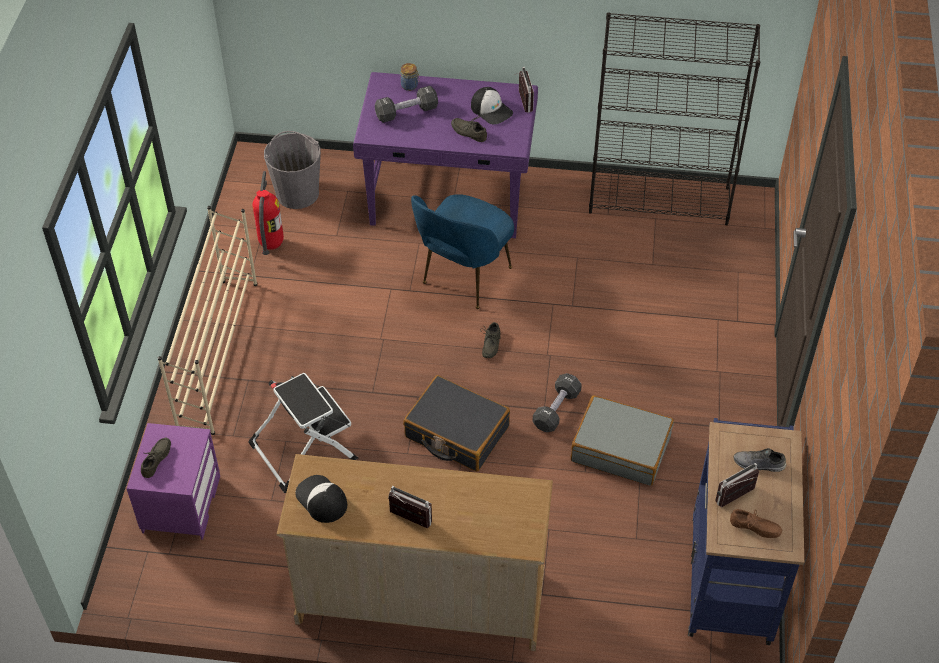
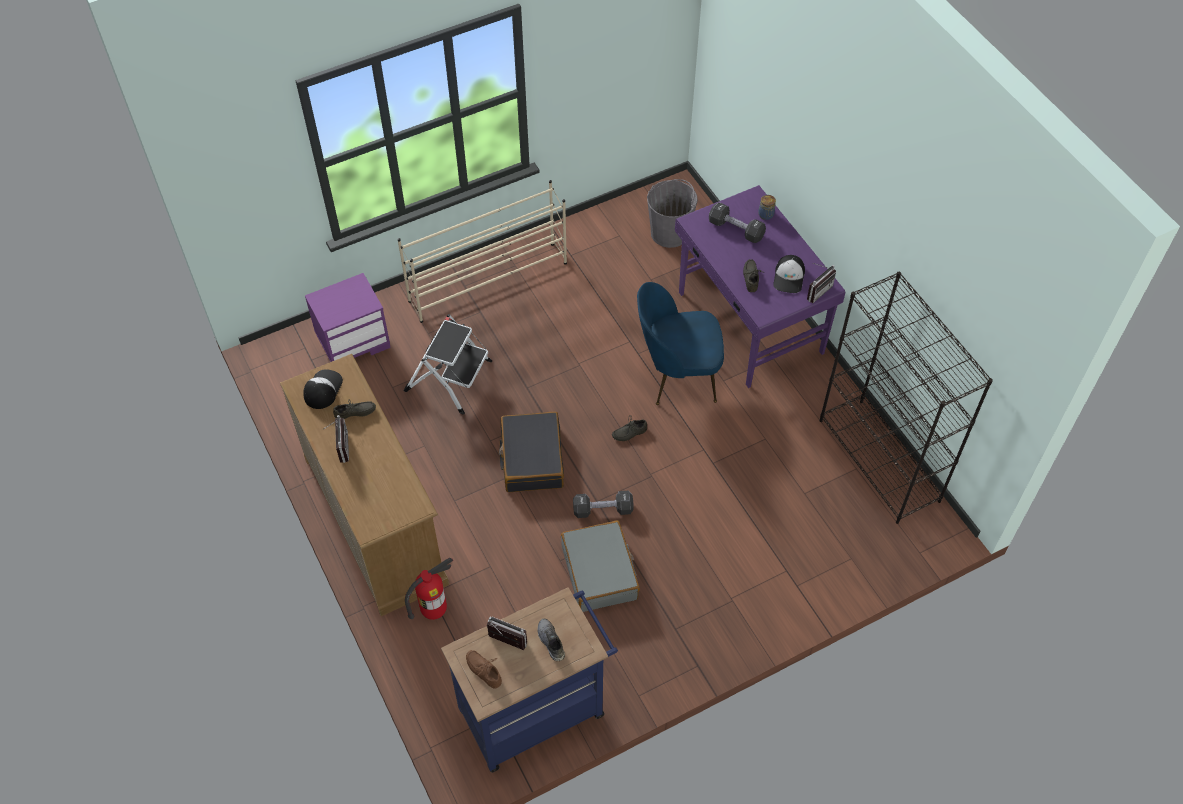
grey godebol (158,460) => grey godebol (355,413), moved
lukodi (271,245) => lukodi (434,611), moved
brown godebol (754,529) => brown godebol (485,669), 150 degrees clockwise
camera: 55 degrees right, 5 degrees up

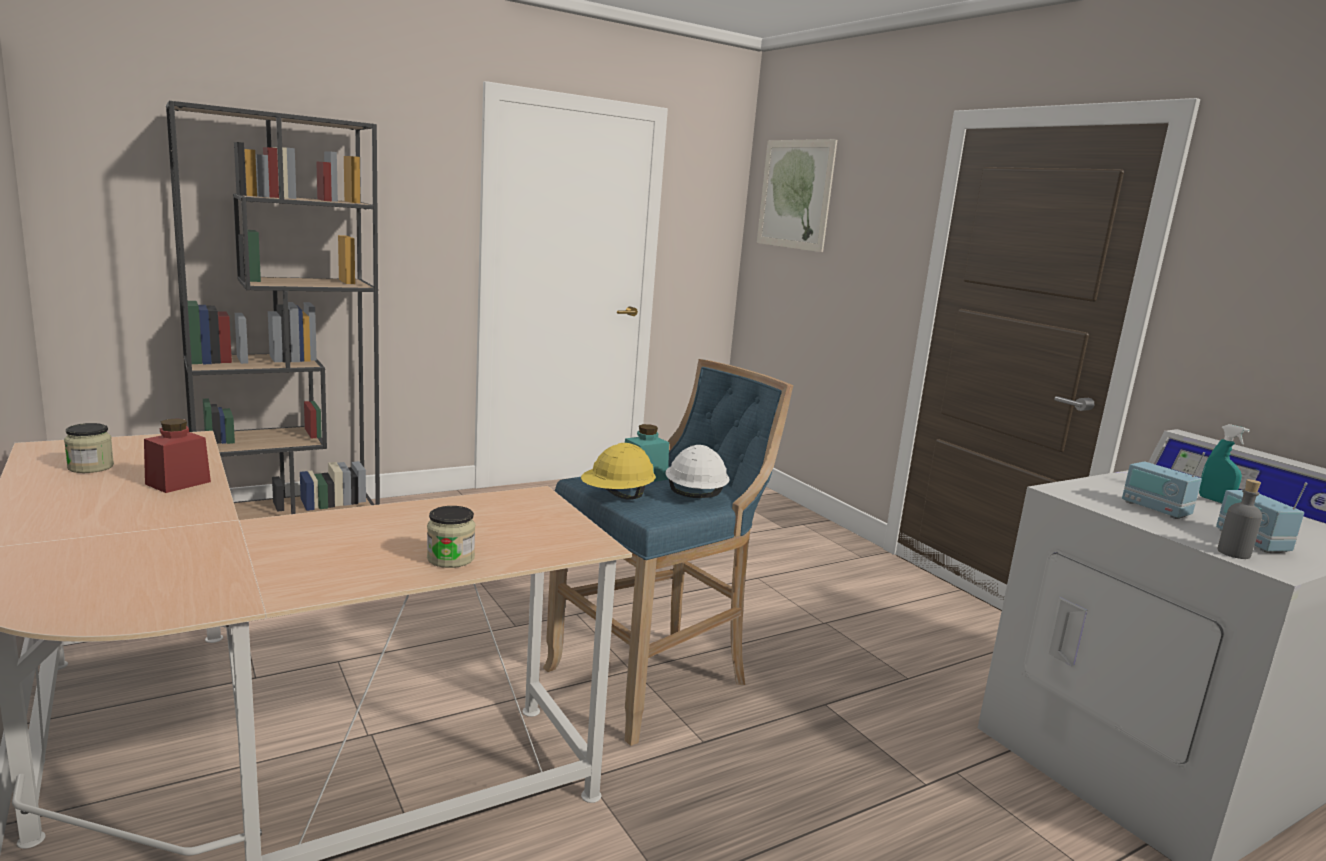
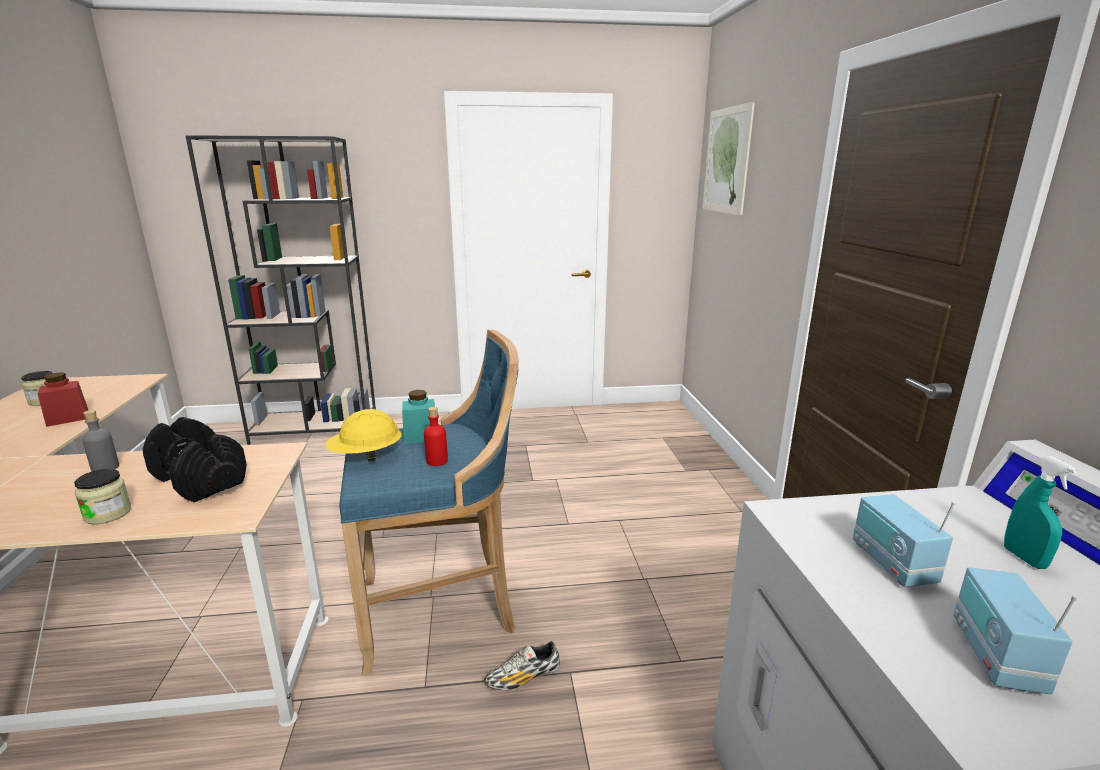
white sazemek (694,495) => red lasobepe (437,461)
grey lasobepe (1233,553) => grey lasobepe (105,468), moved
nothing => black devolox (201,479)
nothing => godebol (523,678)
camera: 25 degrees right, 5 degrees up

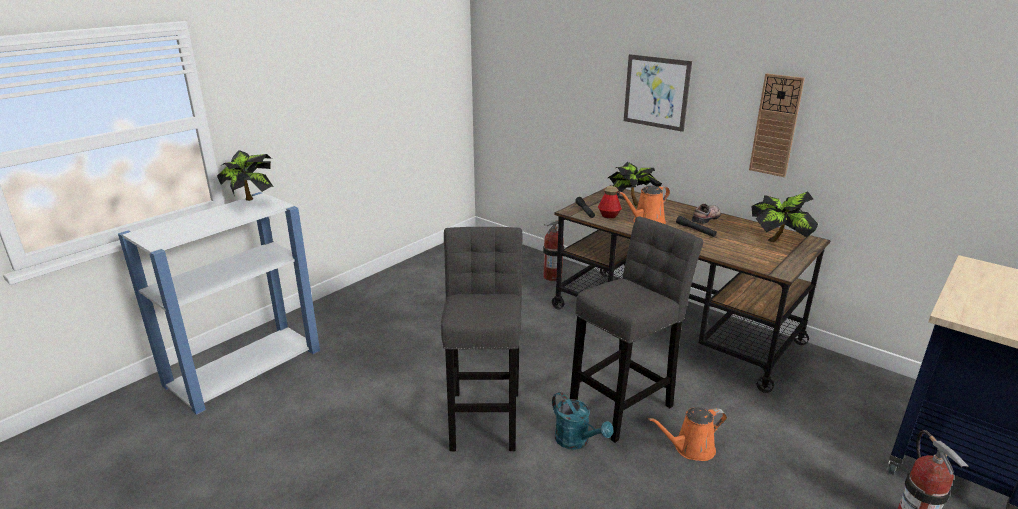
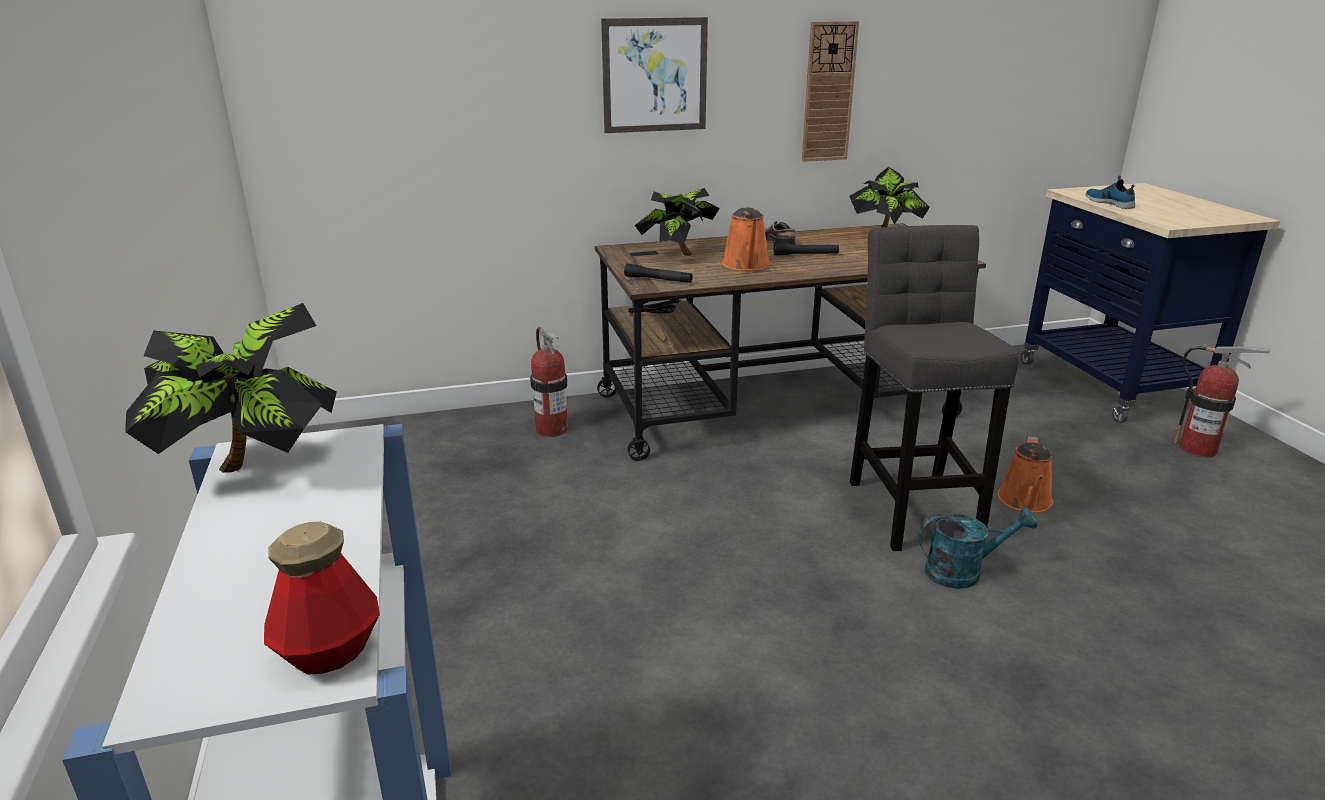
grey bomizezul (485,416) => nothing
lasobepe (609,216) => lasobepe (329,652), moved
nothing => godebol (1109,203)
camera: 55 degrees left, 0 degrees up

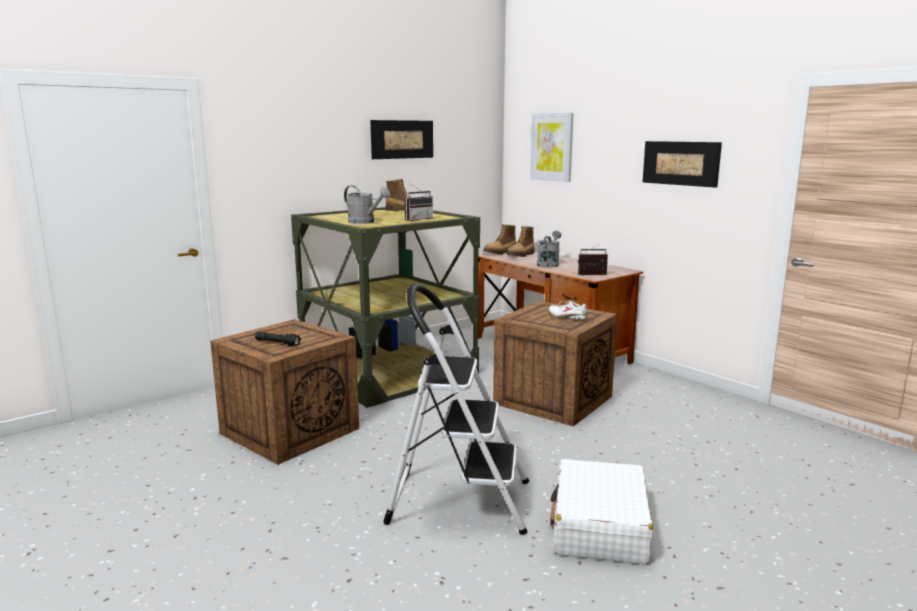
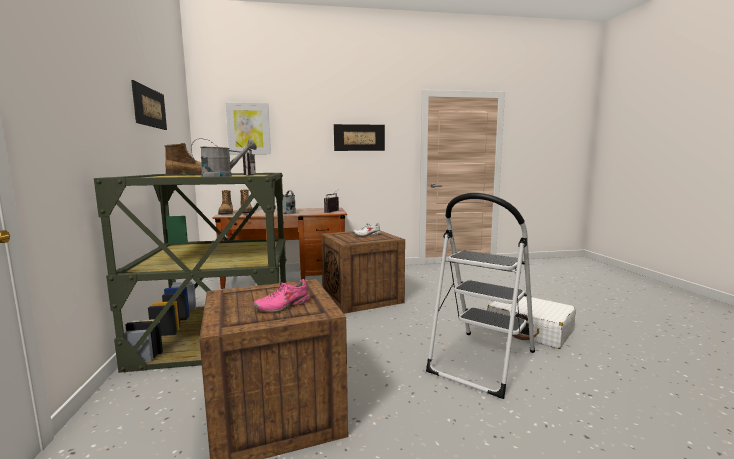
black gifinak (277,343) => pink godebol (283,306)
camera: 60 degrees left, 5 degrees down

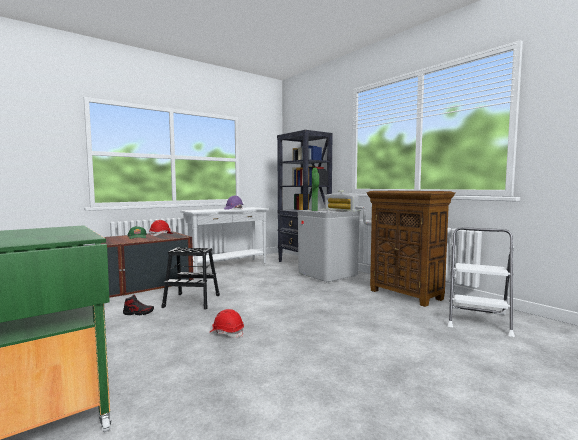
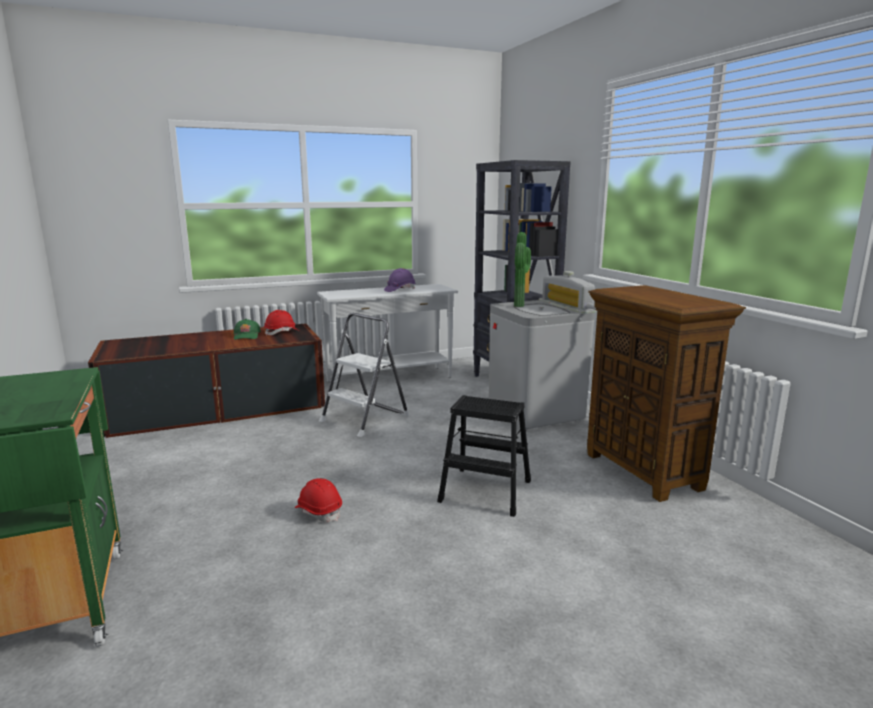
godebol (138,313) => nothing
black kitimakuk (192,301) => black kitimakuk (486,490), moved
white kitimakuk (478,319) => white kitimakuk (367,417), moved
camera: 15 degrees right, 10 degrees up

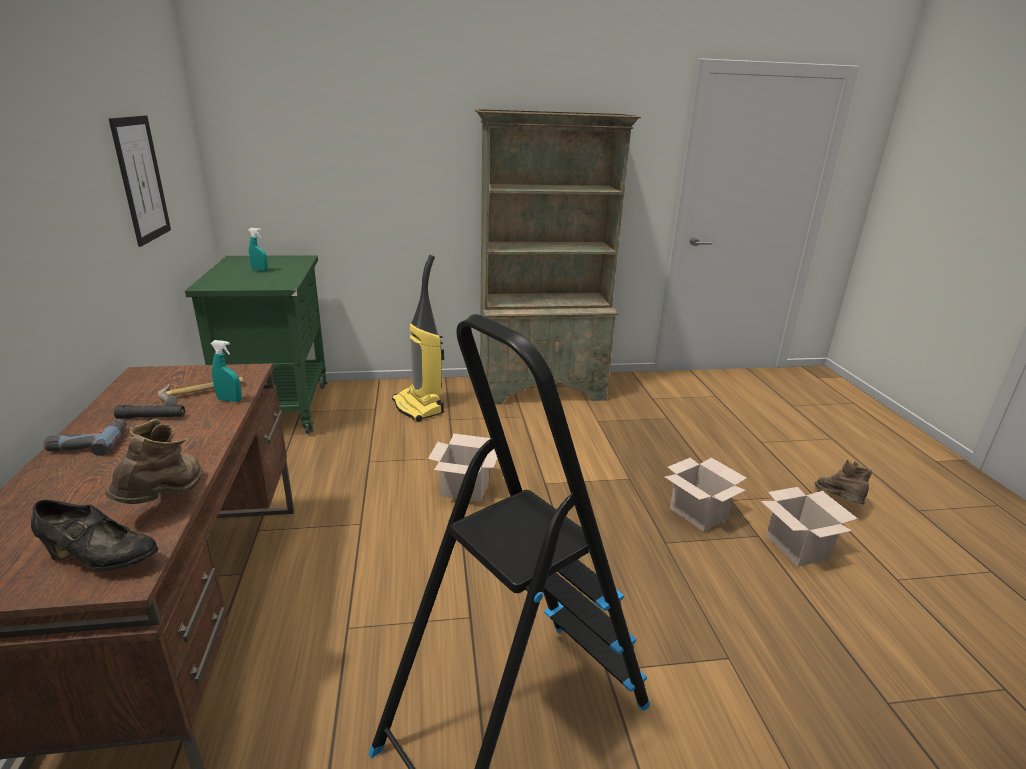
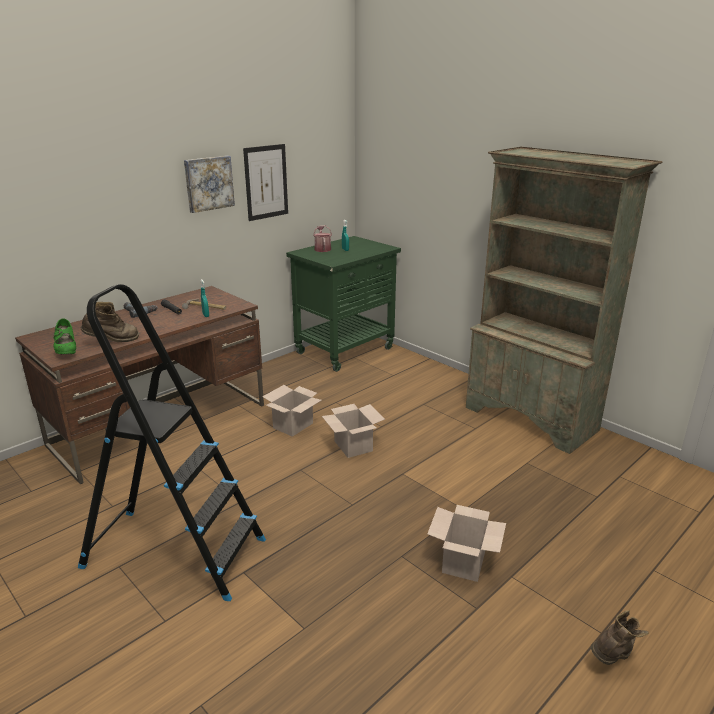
black godebol (101,560) => green godebol (67,350)
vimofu (419,407) => nothing
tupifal (798,548) => tupifal (293,426), moved
nothing => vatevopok (208,183)
nothing => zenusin (322,249)
camera: 55 degrees right, 0 degrees up

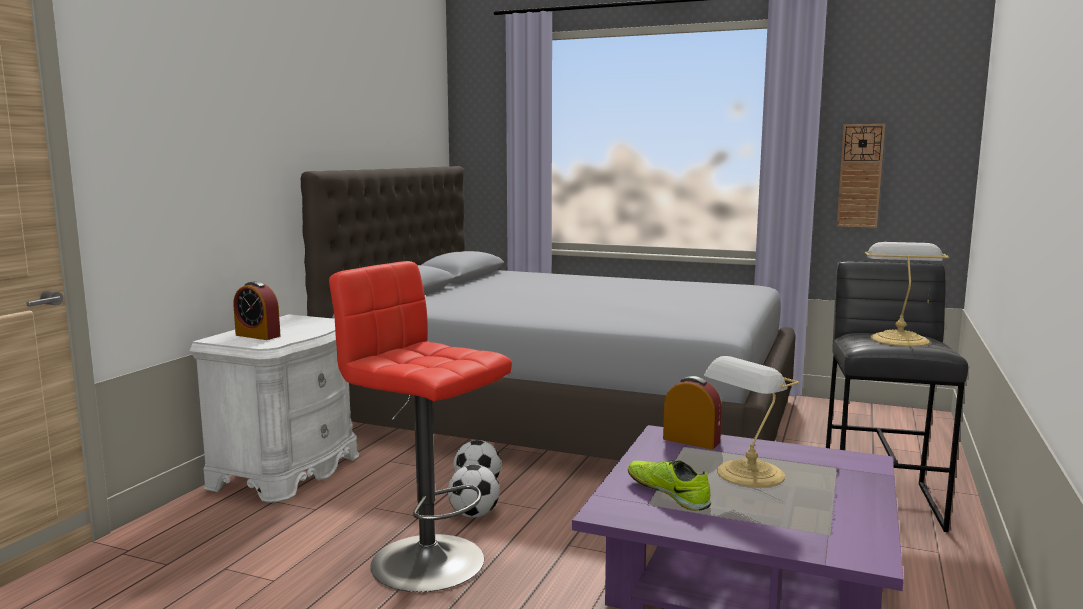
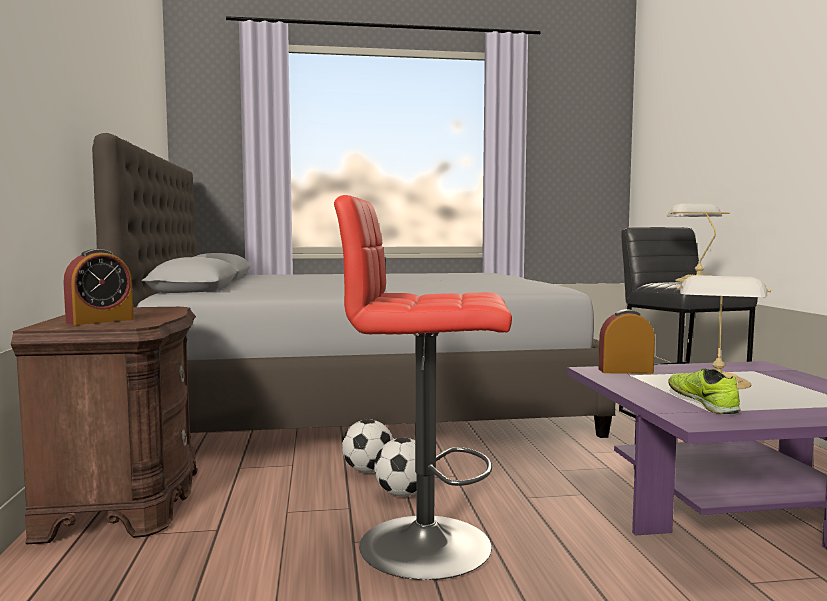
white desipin (292,471) => brown desipin (129,499)
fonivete (258,335) => fonivete (100,321), 45 degrees counterclockwise
godebol (668,493) => godebol (702,402), 60 degrees clockwise
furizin (860,176) => nothing
camera: 30 degrees left, 5 degrees down

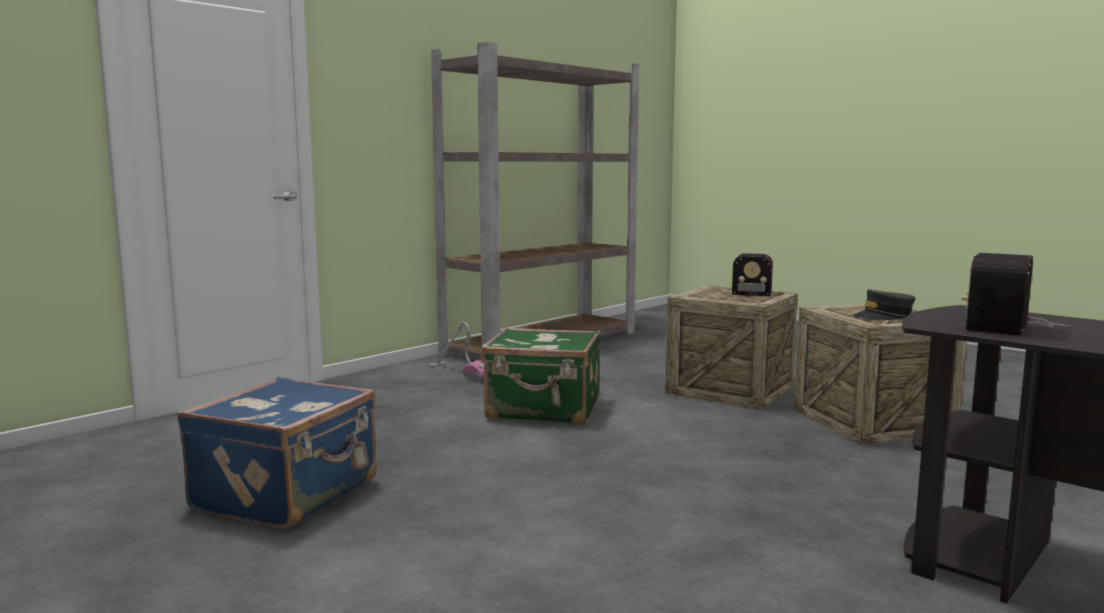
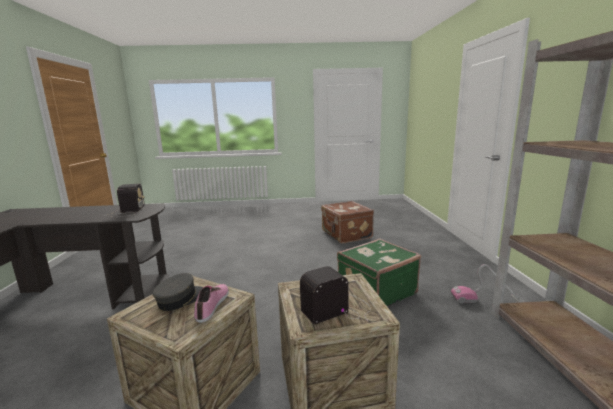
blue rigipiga (289,494) => brown rigipiga (346,235)
nothing => godebol (213,305)
camera: 135 degrees right, 5 degrees up

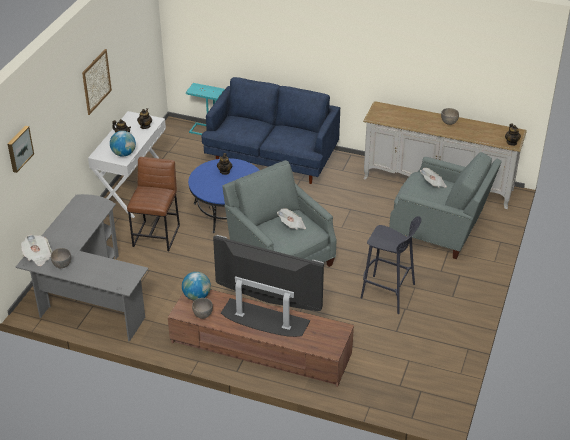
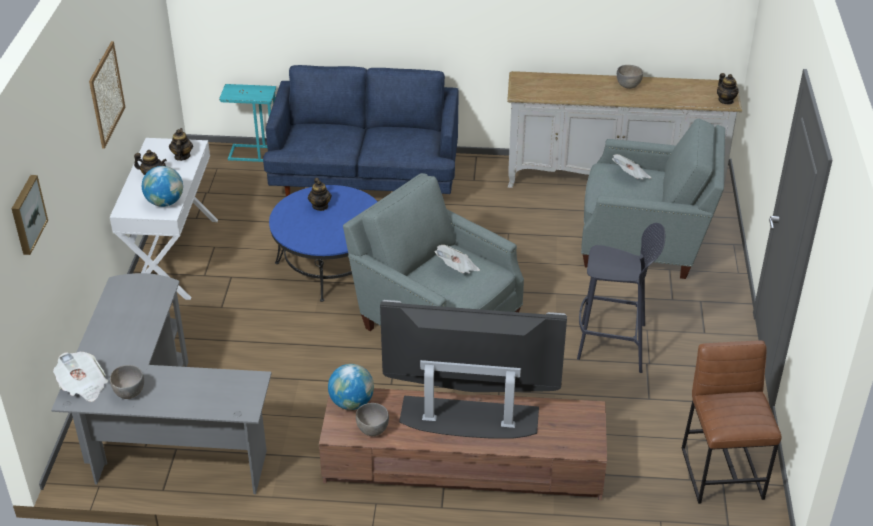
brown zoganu (156,235) => brown zoganu (721,472), moved
camera: 15 degrees left, 0 degrees up

